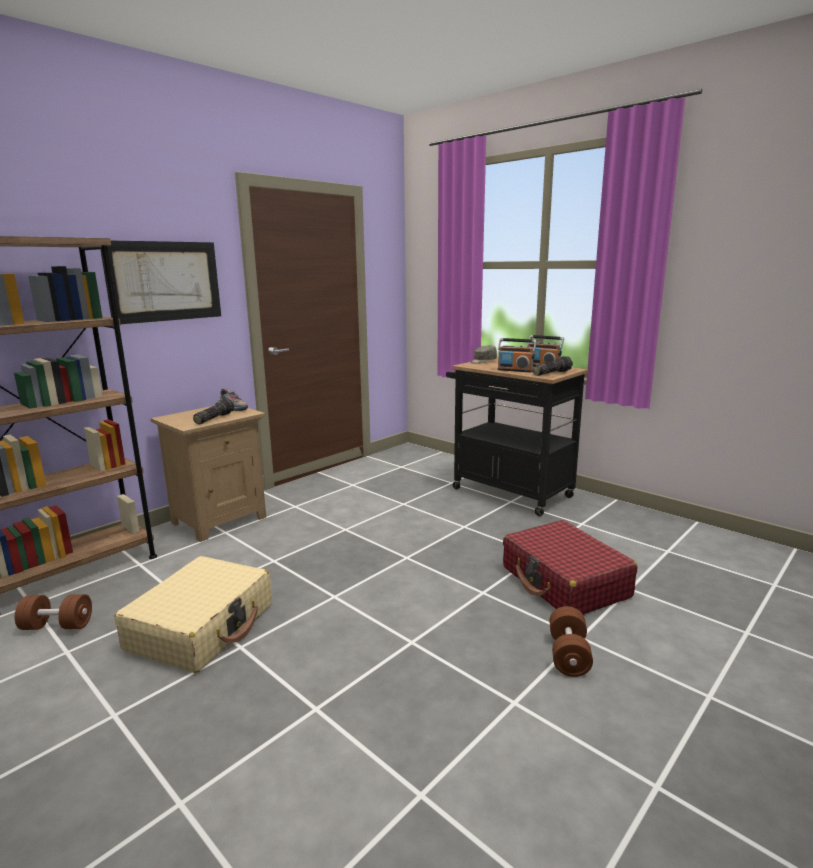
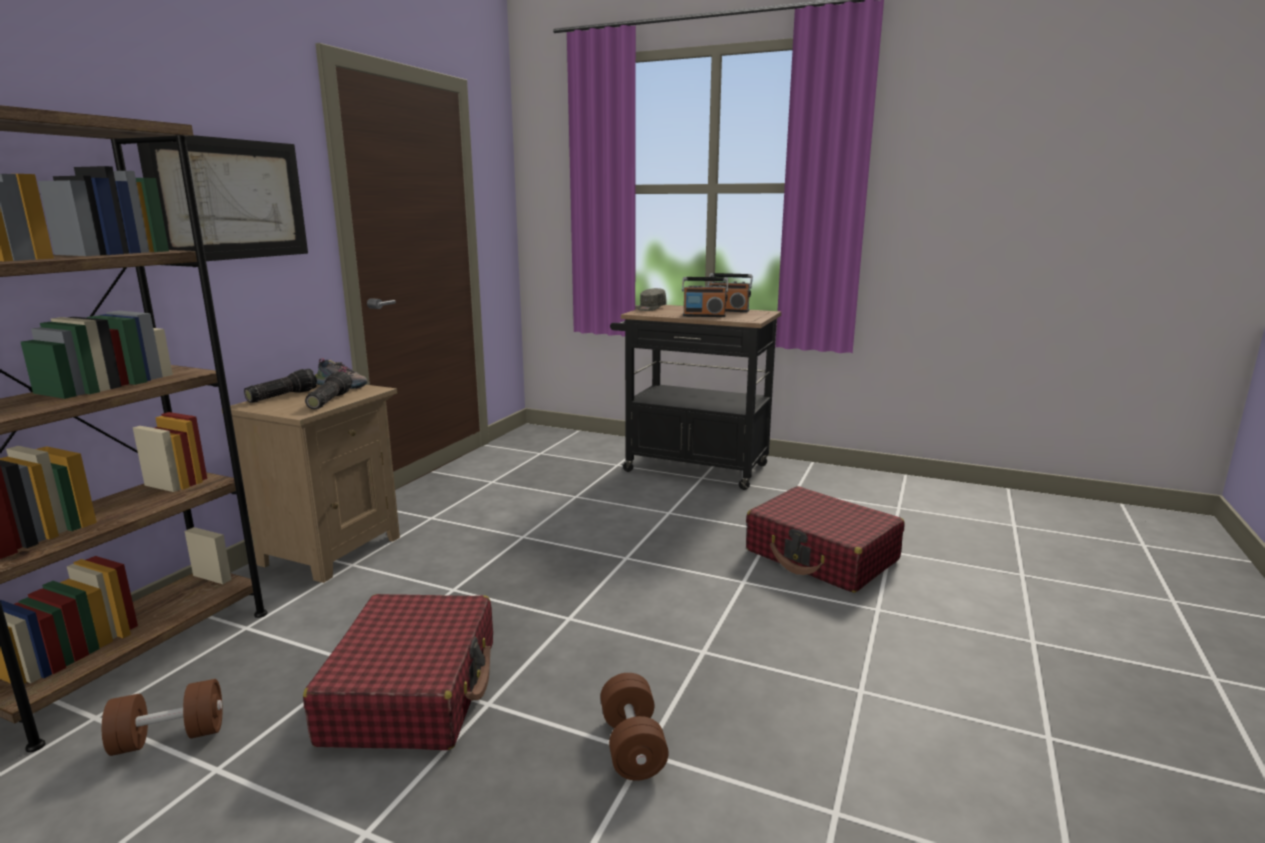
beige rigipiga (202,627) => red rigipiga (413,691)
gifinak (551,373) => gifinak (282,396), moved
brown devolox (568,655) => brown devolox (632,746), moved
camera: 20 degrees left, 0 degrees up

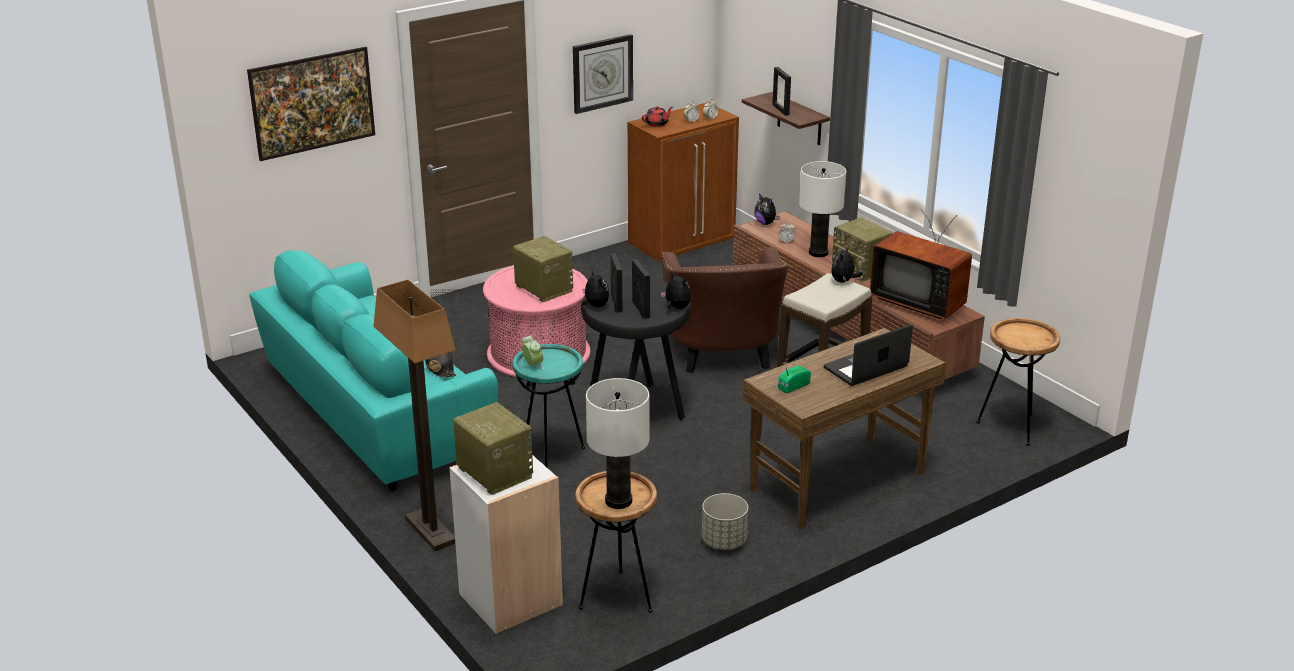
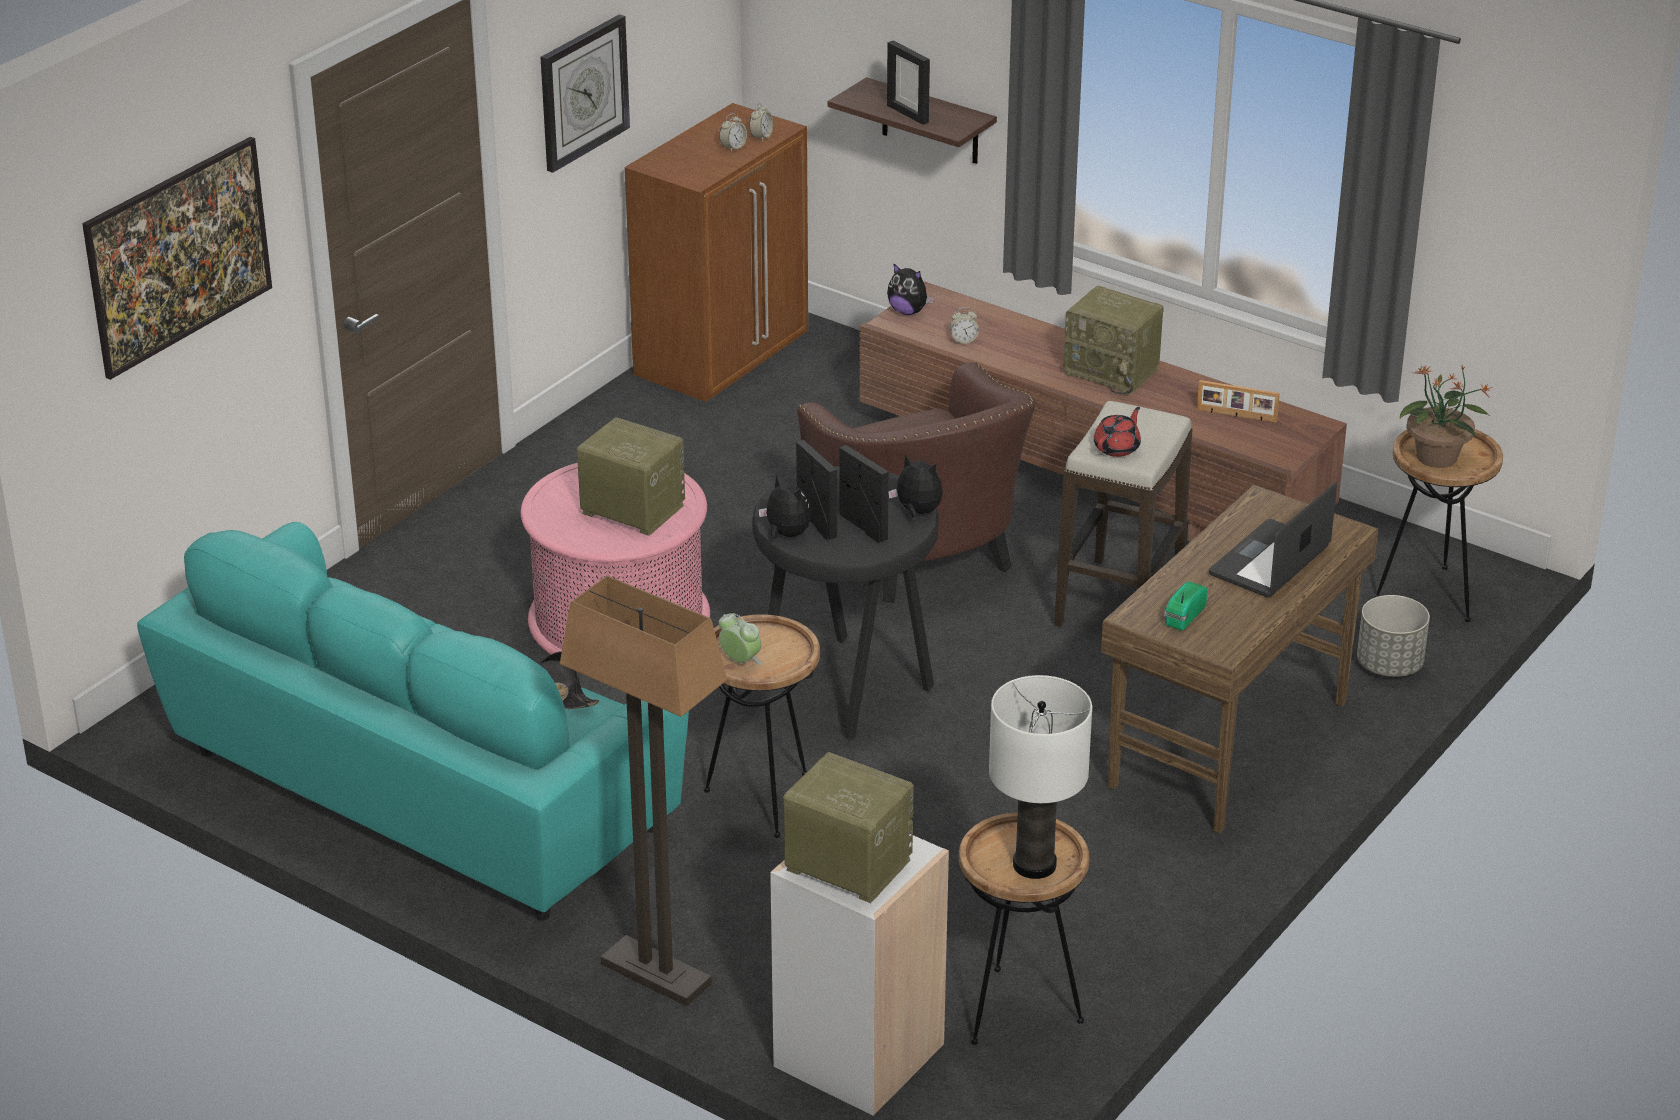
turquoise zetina (551,456) => brown zetina (762,800)
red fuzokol (657,124) => red fuzokol (1117,447), moved
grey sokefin (724,541) => grey sokefin (1389,665), moved
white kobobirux (818,253) => nothing
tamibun (843,281) => nothing
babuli (919,301) => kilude (1236,416)
nothing => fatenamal (1437,458)
camera: 20 degrees left, 5 degrees up

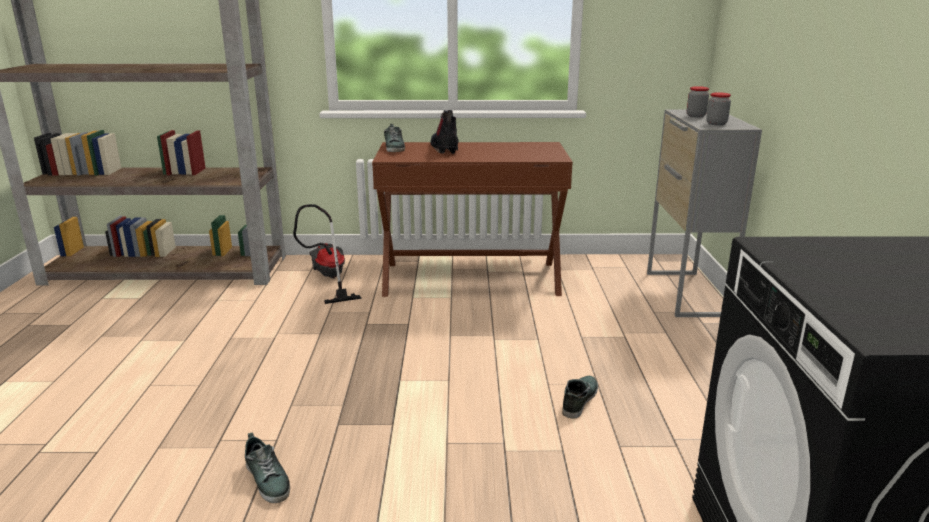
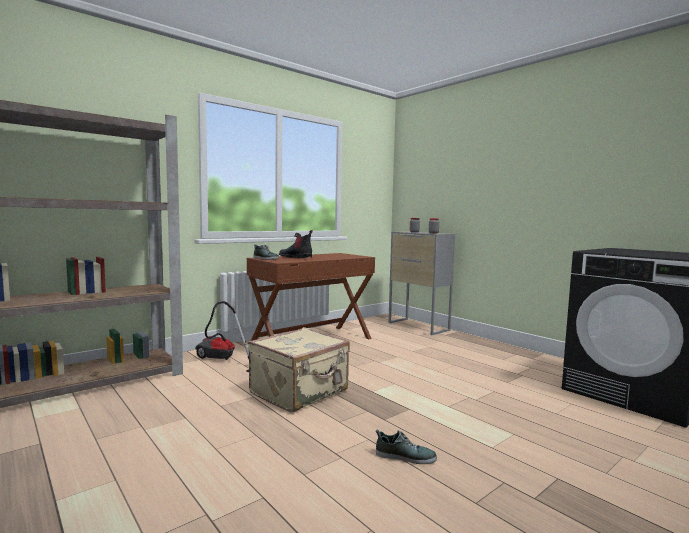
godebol (579,400) => nothing
nothing => beige rigipiga (300,392)
camera: 40 degrees left, 15 degrees down

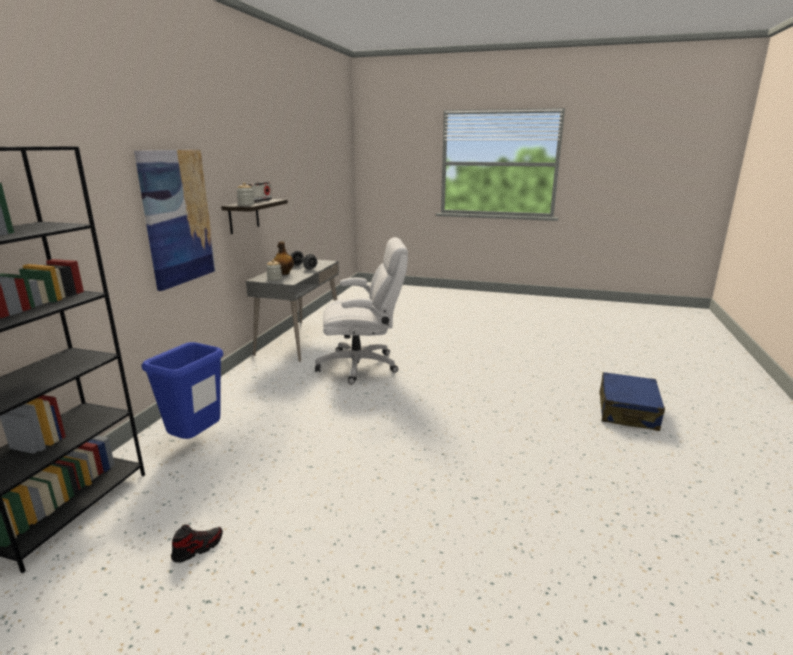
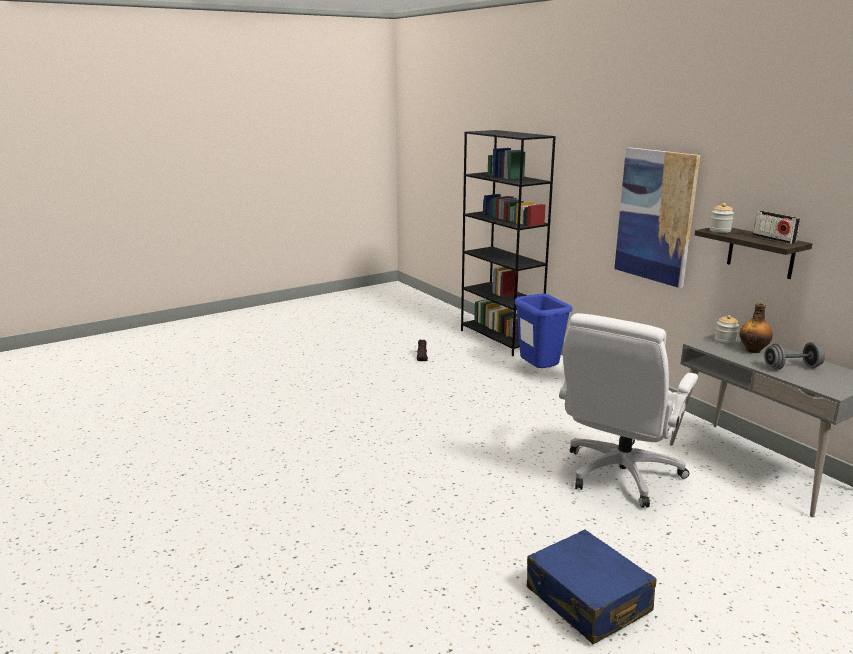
blue rigipiga (627,411) => blue rigipiga (587,600), moved
camera: 130 degrees right, 0 degrees up

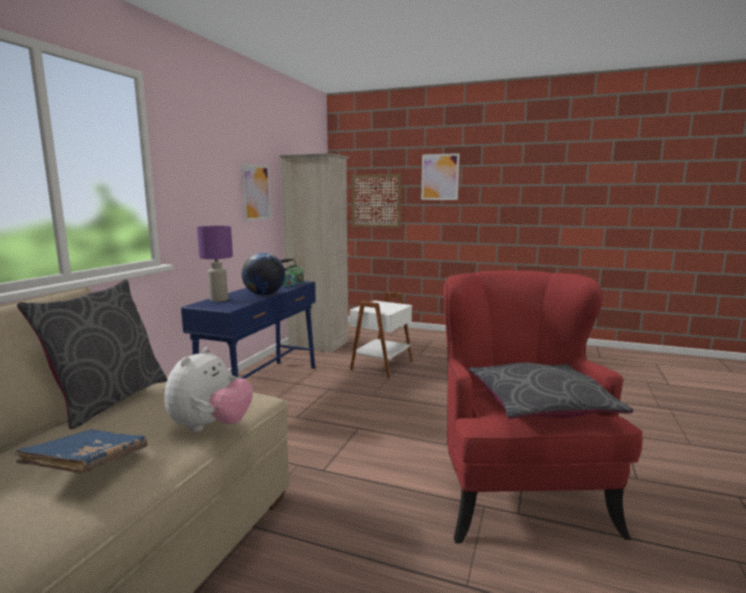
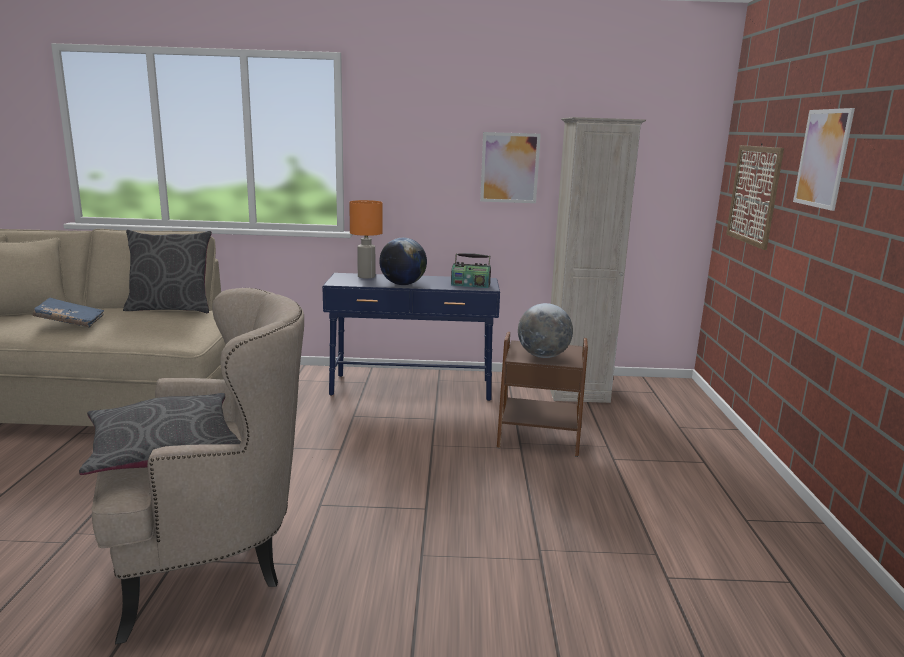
tamibun (211,427) => nothing
purple kobobirux (219,300) => orange kobobirux (367,276)
white zetina (380,365) => brown zetina (538,436)
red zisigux (518,493) => beige zisigux (213,559)
nothing => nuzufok (543,356)
camera: 70 degrees right, 5 degrees up

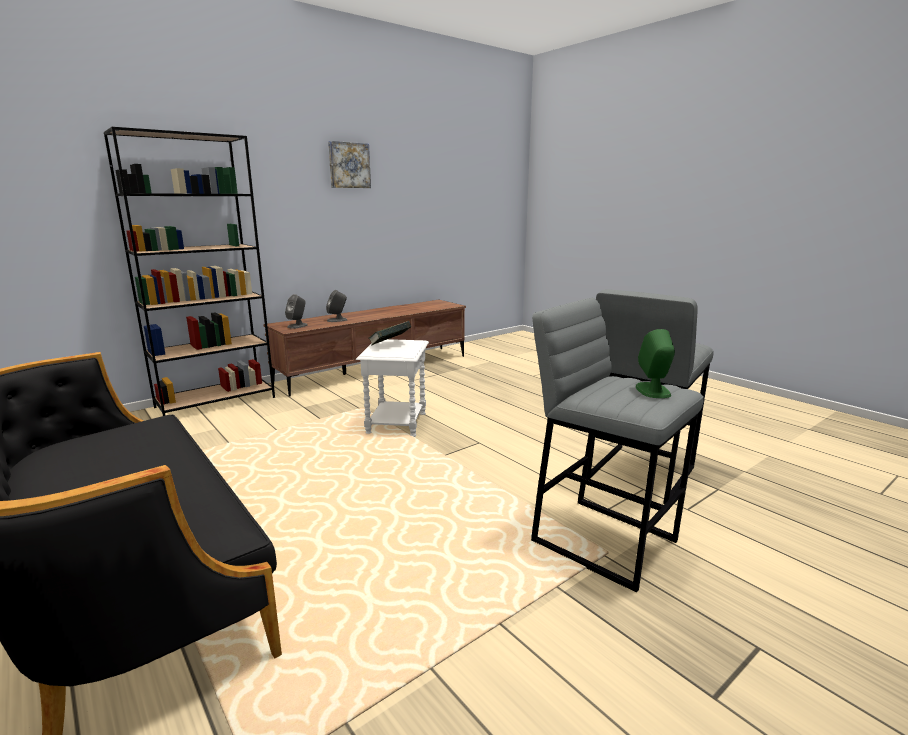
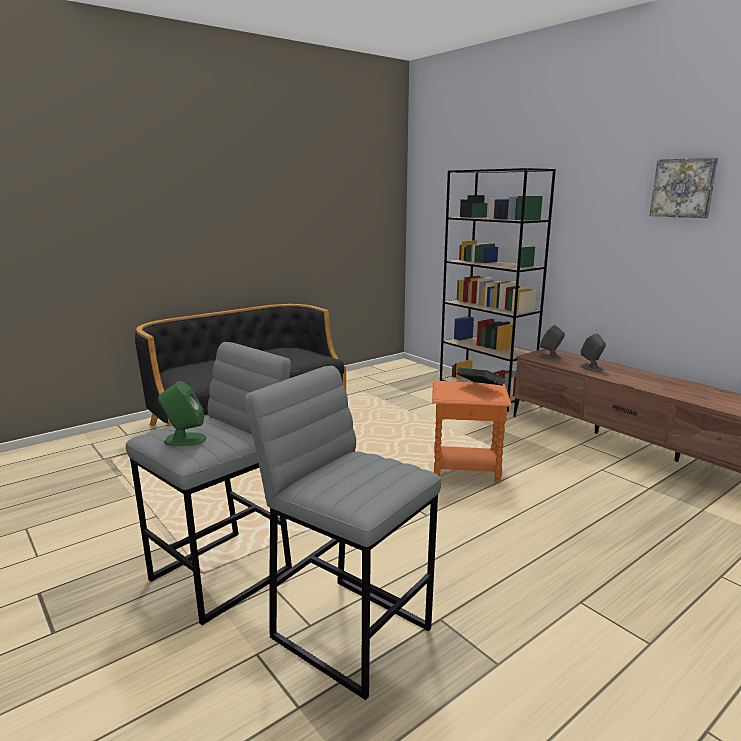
white zetina (395,423) => orange zetina (465,468)
camera: 90 degrees right, 0 degrees up

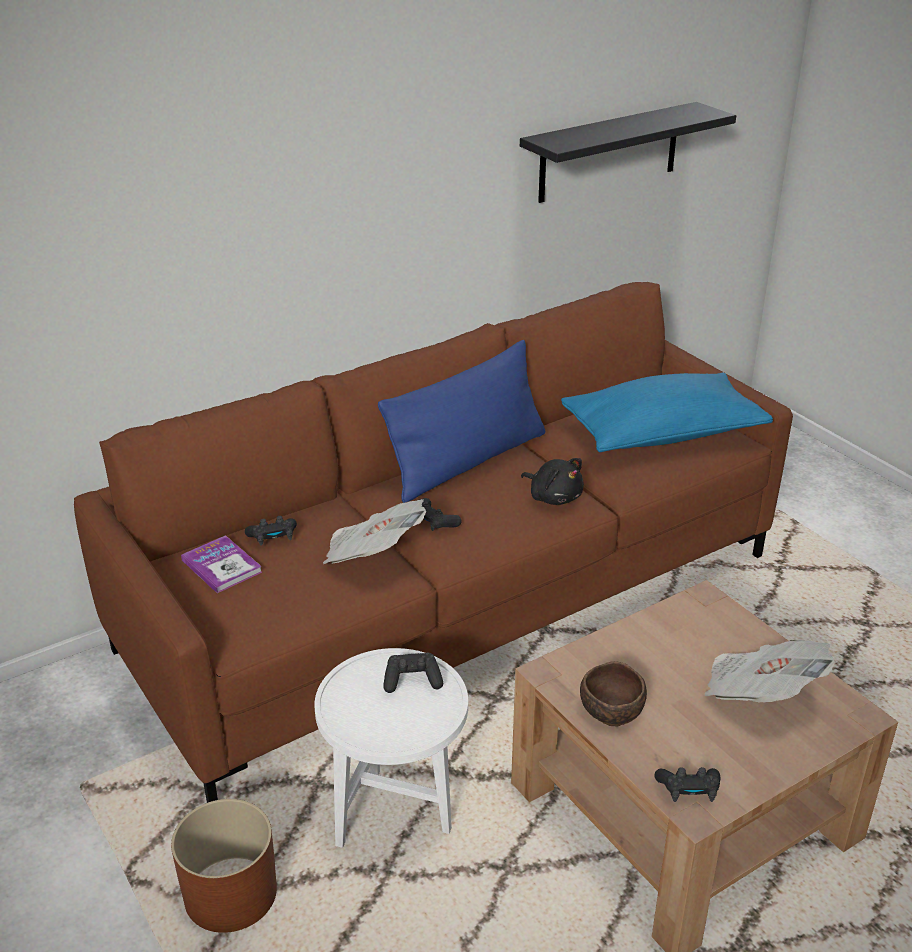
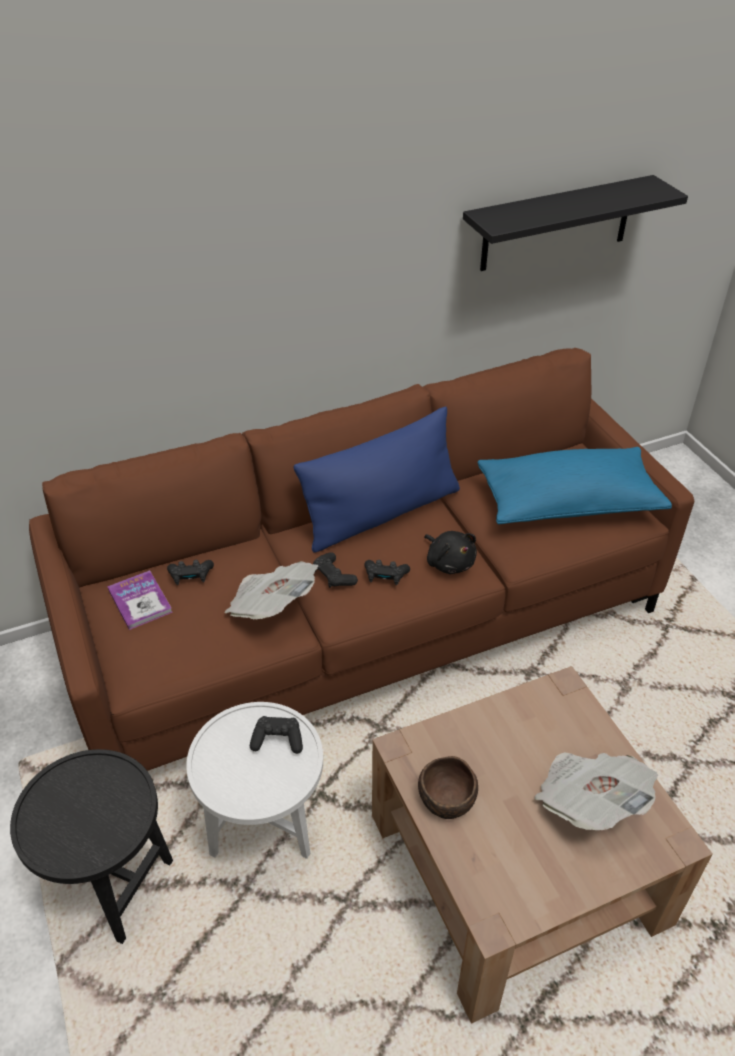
brown sokefin (230,894) => black zetina (114,886)
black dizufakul (688,791) => black dizufakul (385,577), moved
camera: 10 degrees right, 10 degrees up

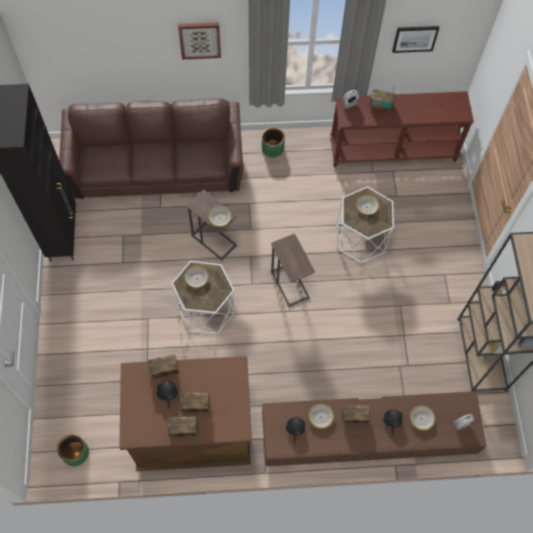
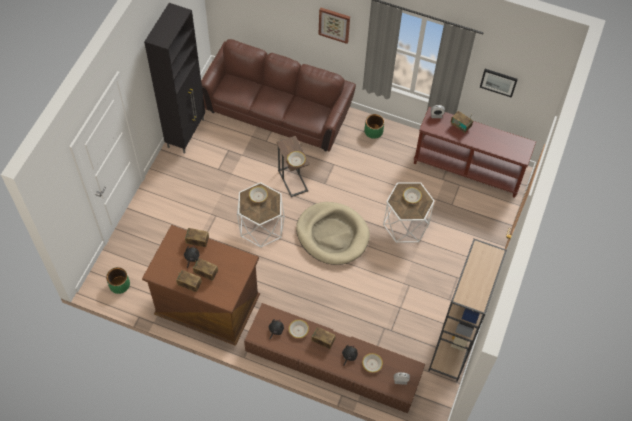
brown zetina (289,284) => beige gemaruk (332,235)
camera: 25 degrees right, 5 degrees down

